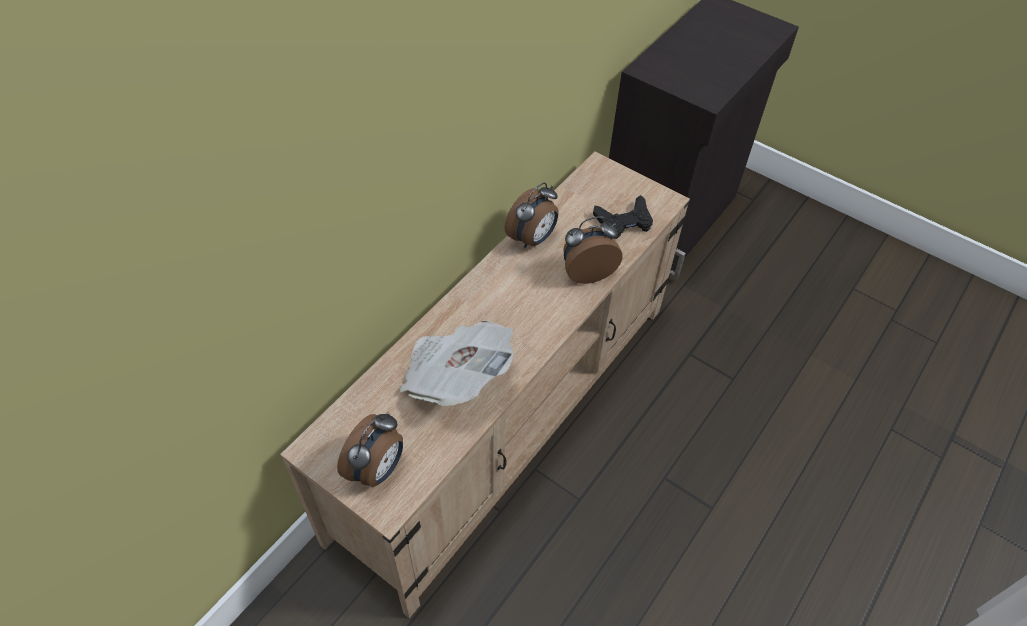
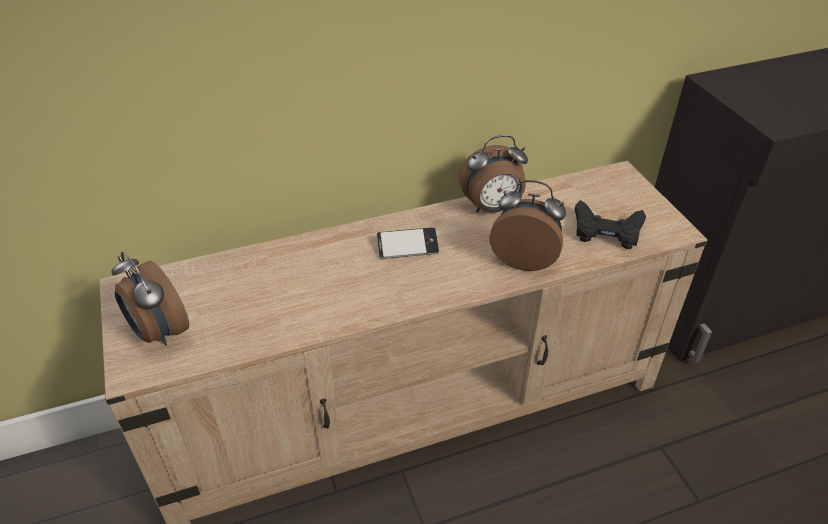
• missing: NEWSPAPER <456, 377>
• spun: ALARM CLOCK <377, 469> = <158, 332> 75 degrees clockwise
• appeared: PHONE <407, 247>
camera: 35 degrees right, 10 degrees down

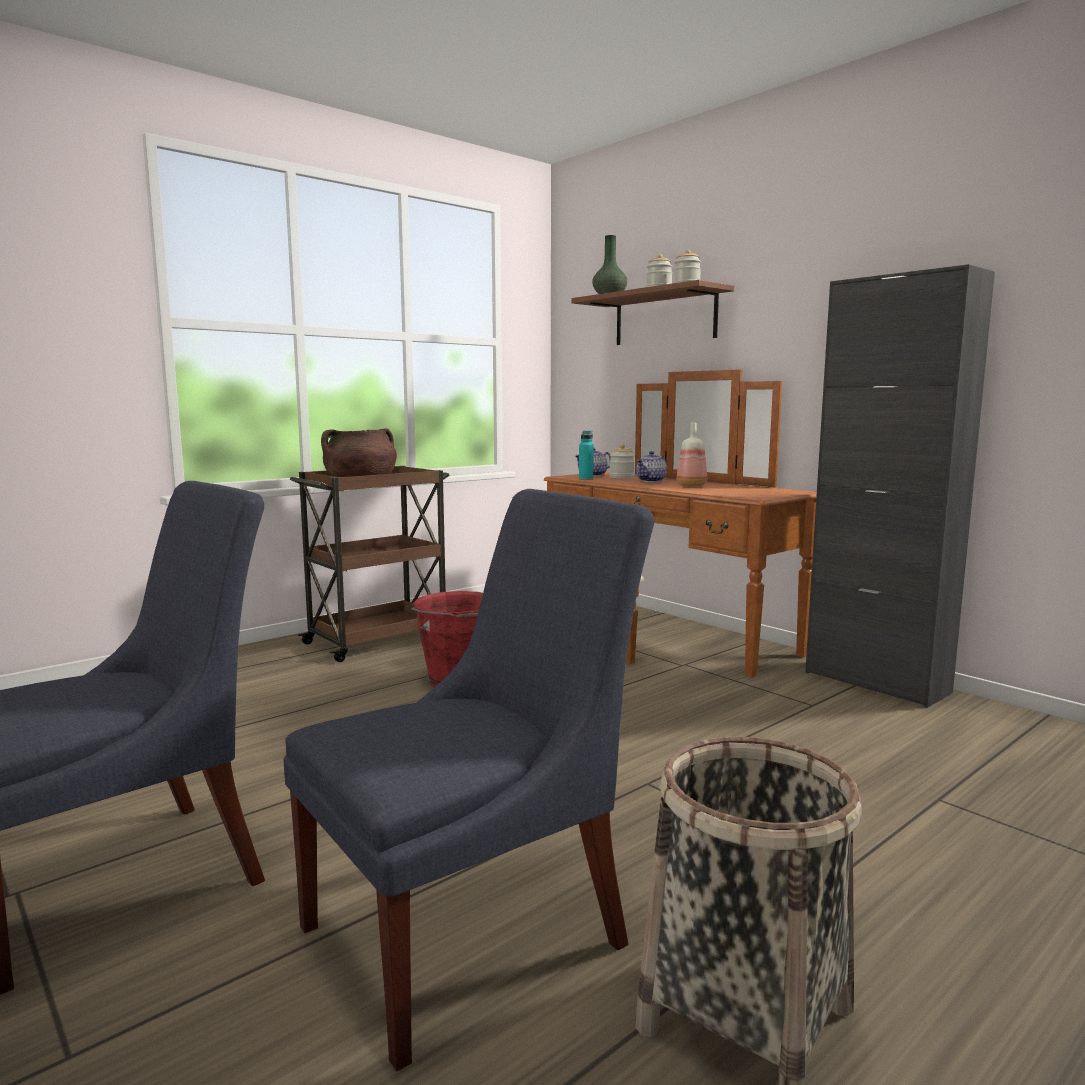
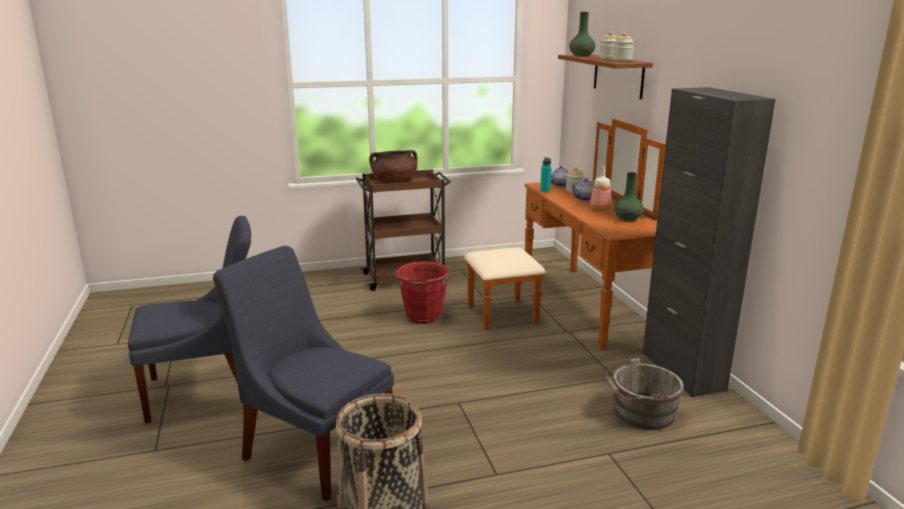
• spun: BLUE CHAIR <476, 930> = <314, 449> 135 degrees counterclockwise
• appeared: GREEN VASE <627, 218>
• appeared: GREY BUCKET <640, 413>
camera: 25 degrees right, 10 degrees up

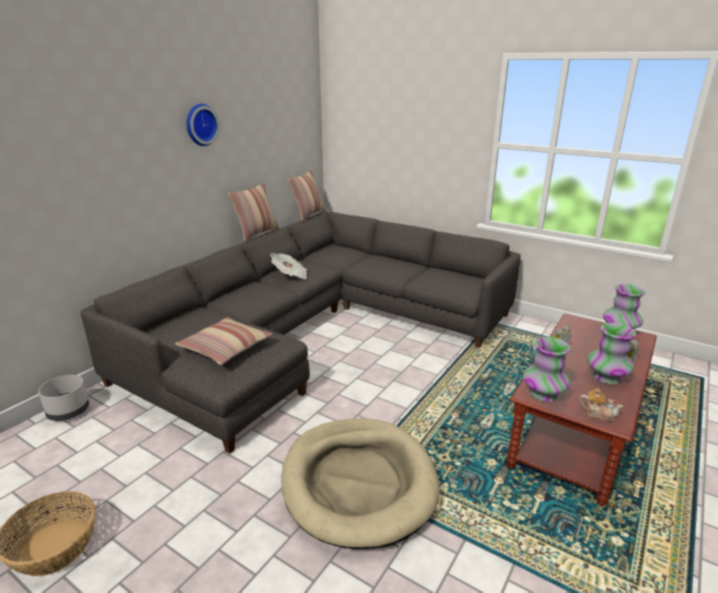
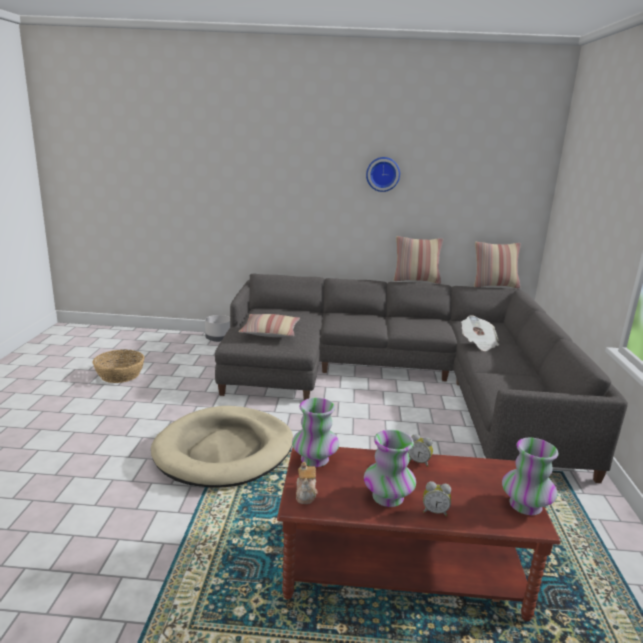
• relocated: NEWSPAPER <290, 275> to <478, 343>
camera: 60 degrees right, 5 degrees down

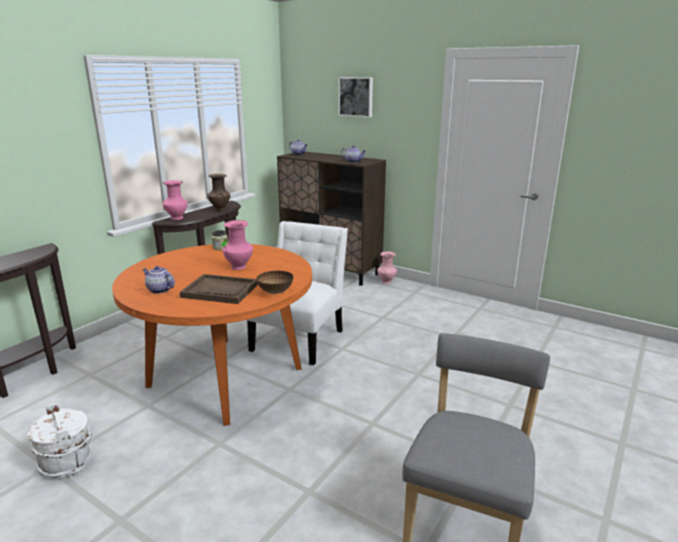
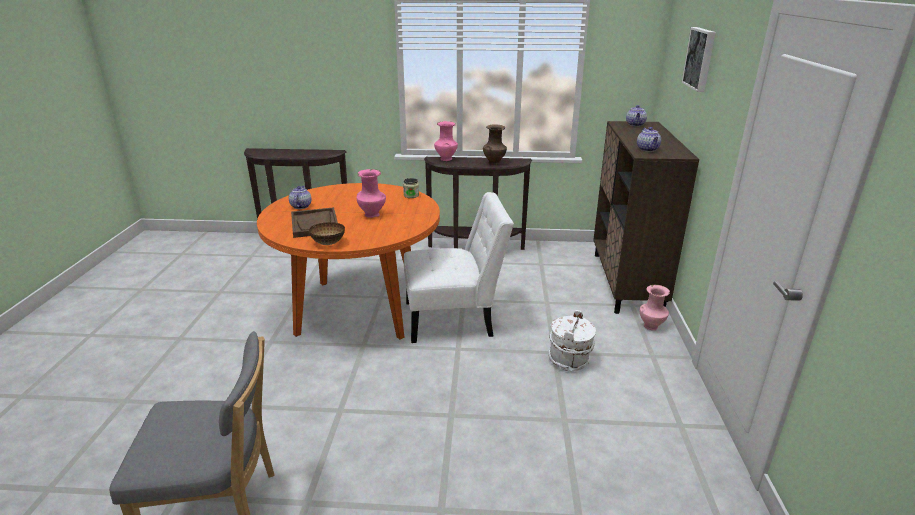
• relocated: WHITE BUCKET <67, 462> to <569, 360>
camera: 60 degrees right, 5 degrees up

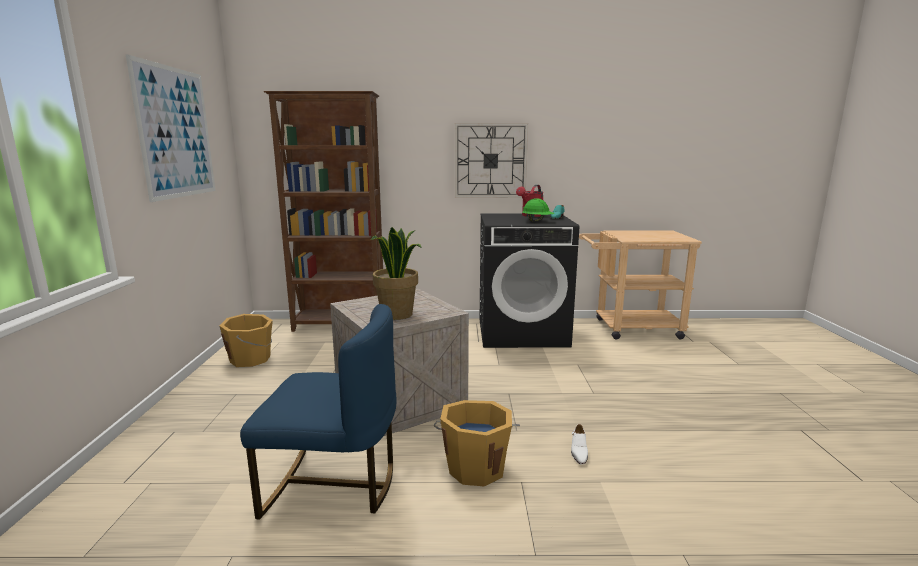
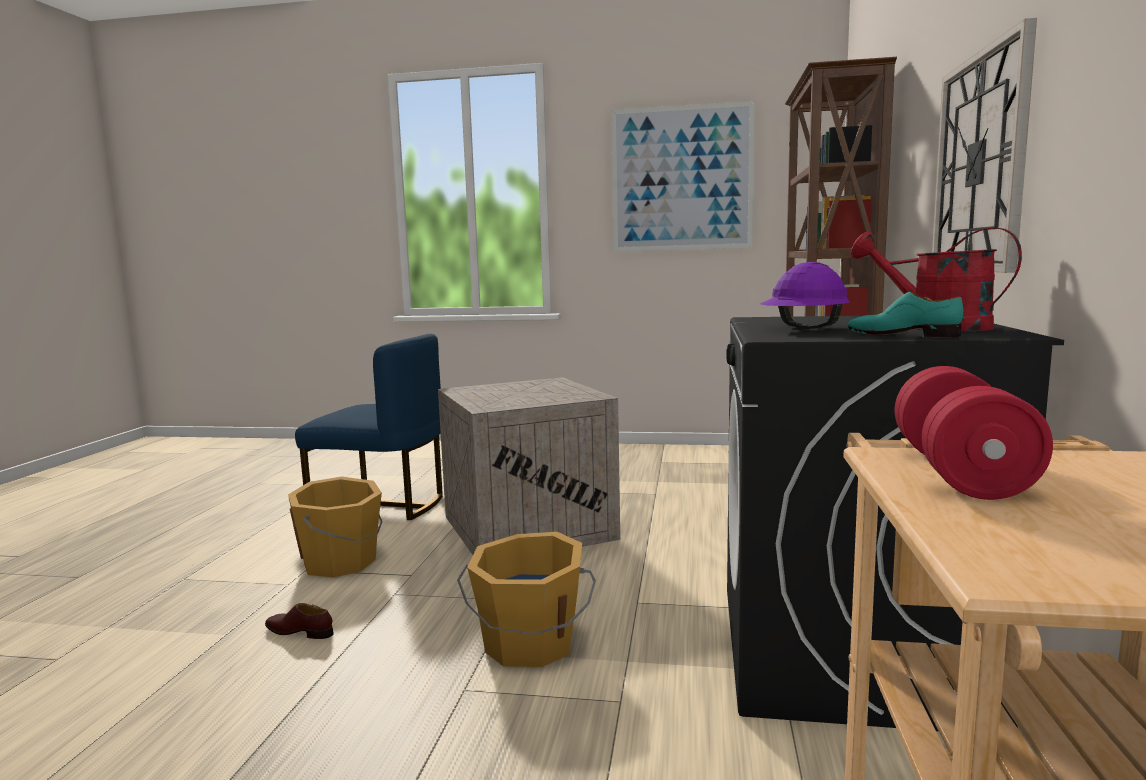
• colour: GREEN HARD HAT <537, 221> to PURPLE HARD HAT <804, 328>
• missing: POTTED PLANT <397, 315>
• spun: BLUE CHAIR <333, 484> = <381, 505> 90 degrees counterclockwise
• relocated: ORANGE BUCKET <251, 359> to <529, 645>
• colour: WHITE SHOE <578, 452> to BROWN SHOE <299, 631>
• appeared: RED DUMBBELL <960, 473>
camera: 100 degrees right, 5 degrees down

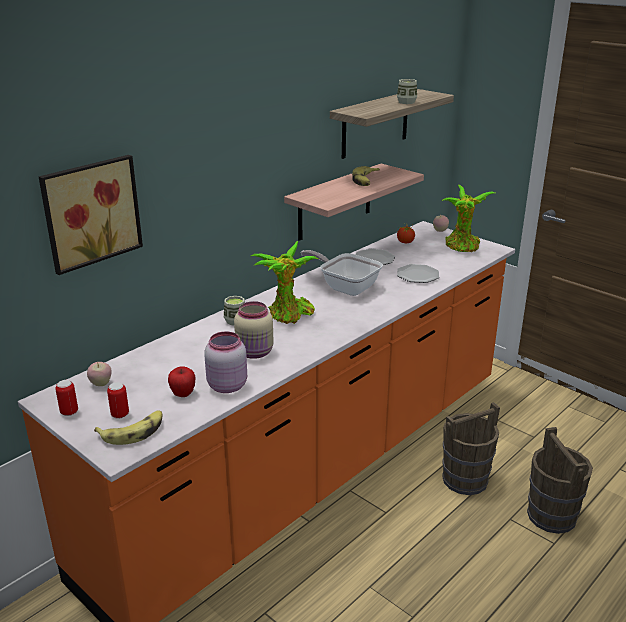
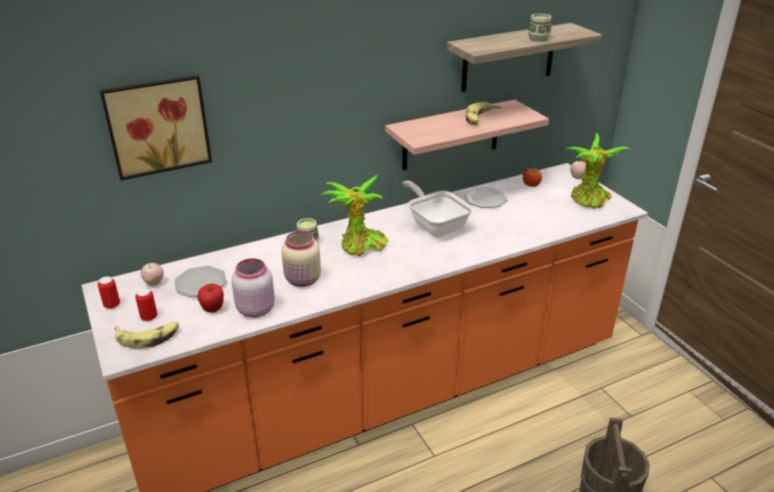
• relocated: PLATE <417, 275> to <200, 283>
• missing: BROWN BUCKET <465, 479>
camera: 20 degrees right, 5 degrees up

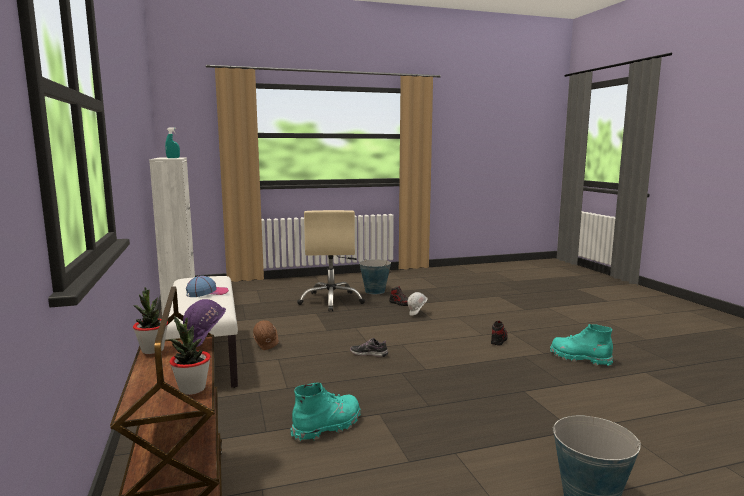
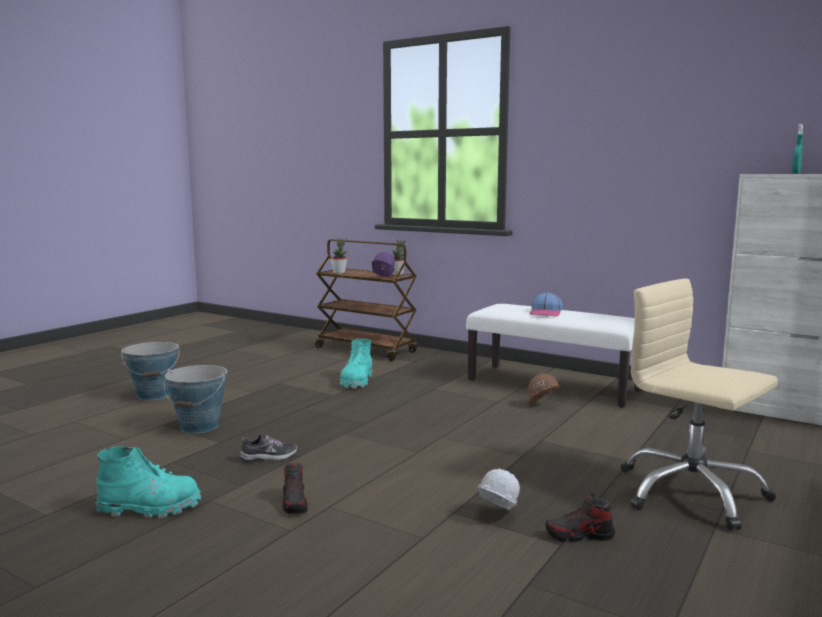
• relocated: BUCKET <375, 291> to <200, 426>
• relocated: SHOE <369, 354> to <269, 457>
camera: 140 degrees right, 0 degrees up

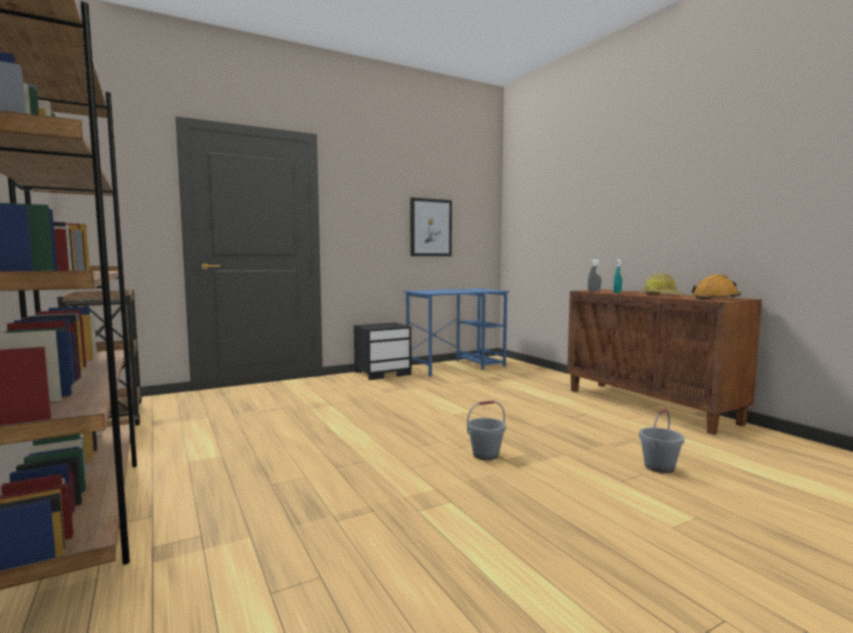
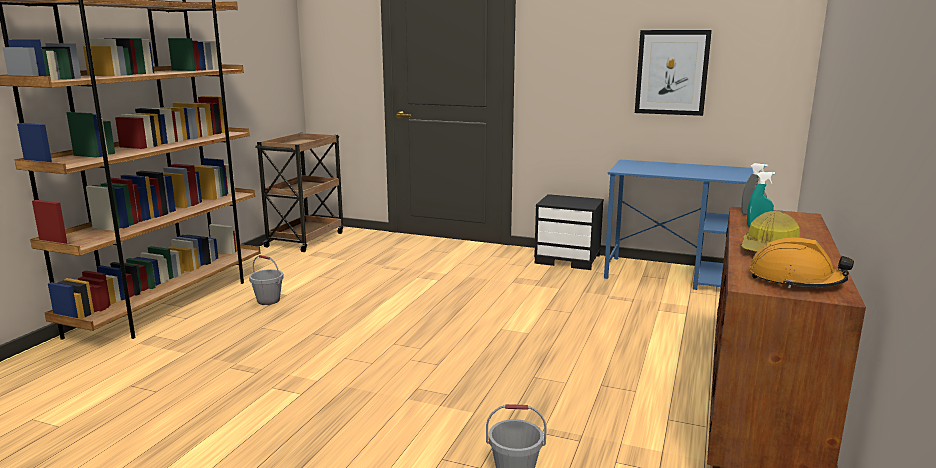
• relocated: GREY BUCKET <485, 455> to <268, 300>
camera: 50 degrees right, 10 degrees up

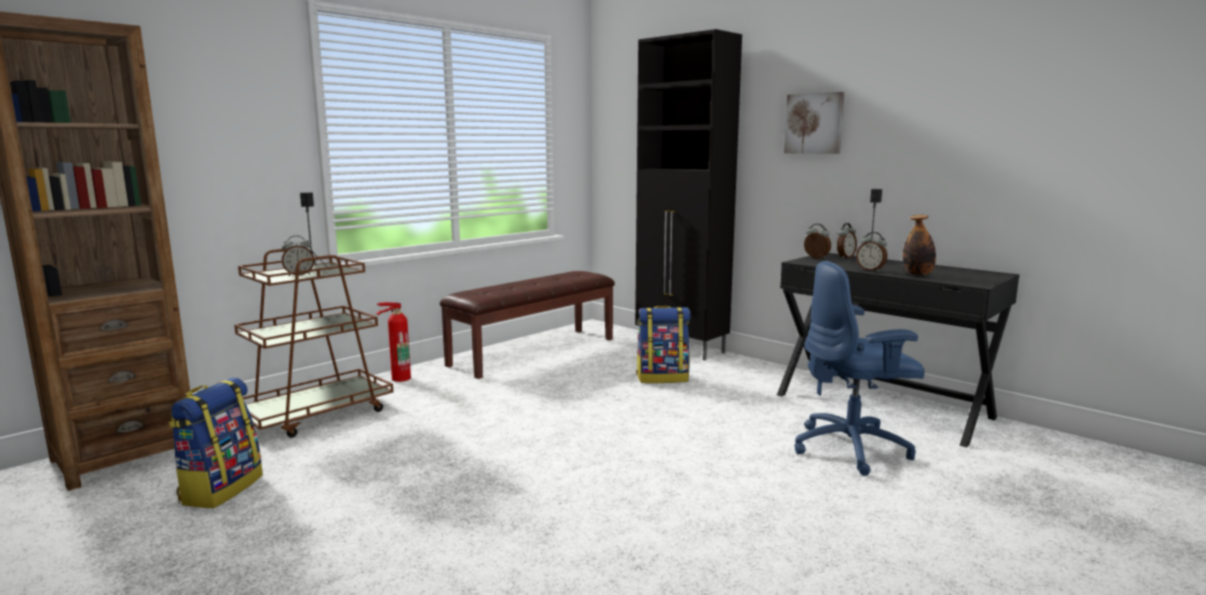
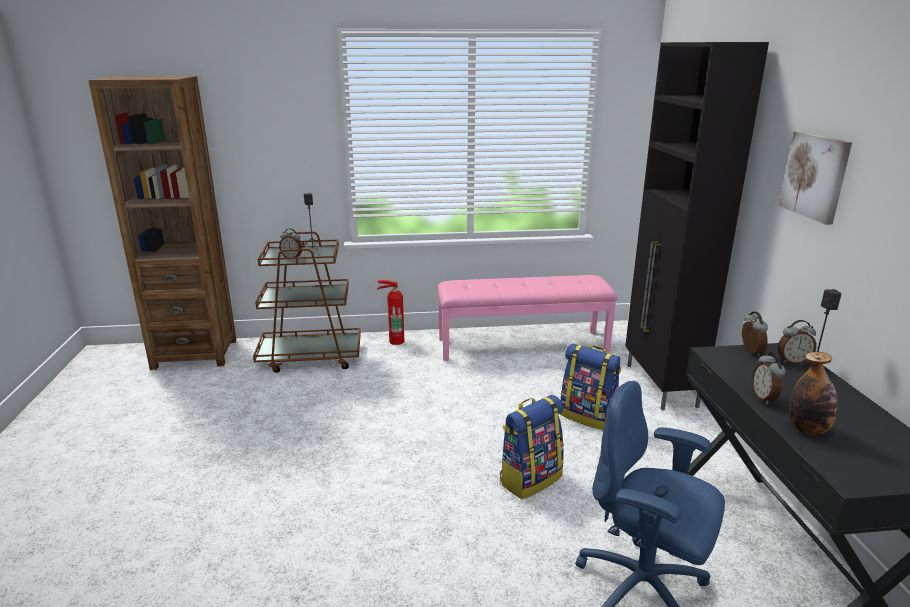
• colour: BROWN BENCH <533, 351> to PINK BENCH <522, 344>
• relocated: BACKPACK <221, 489> to <530, 479>
camera: 40 degrees right, 10 degrees up

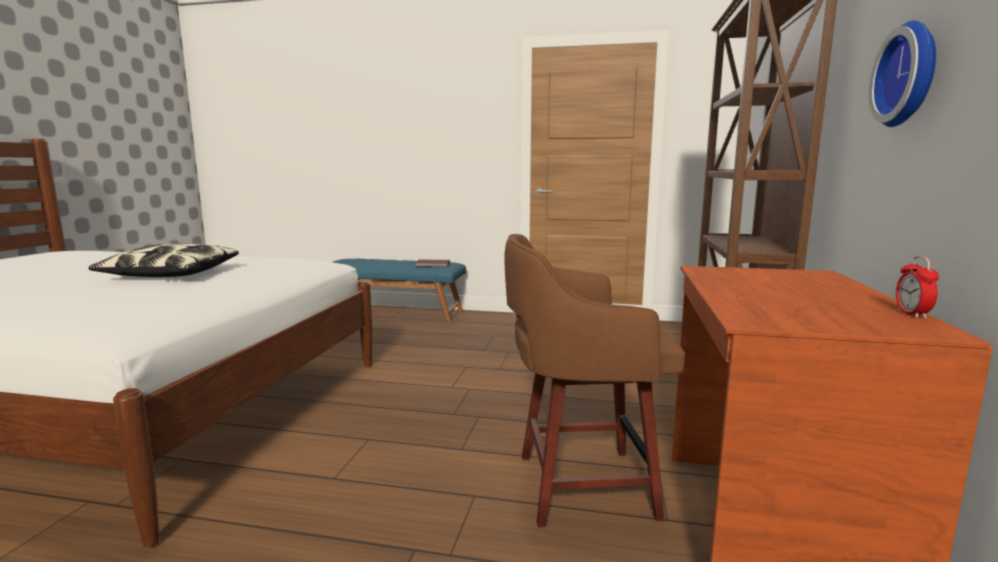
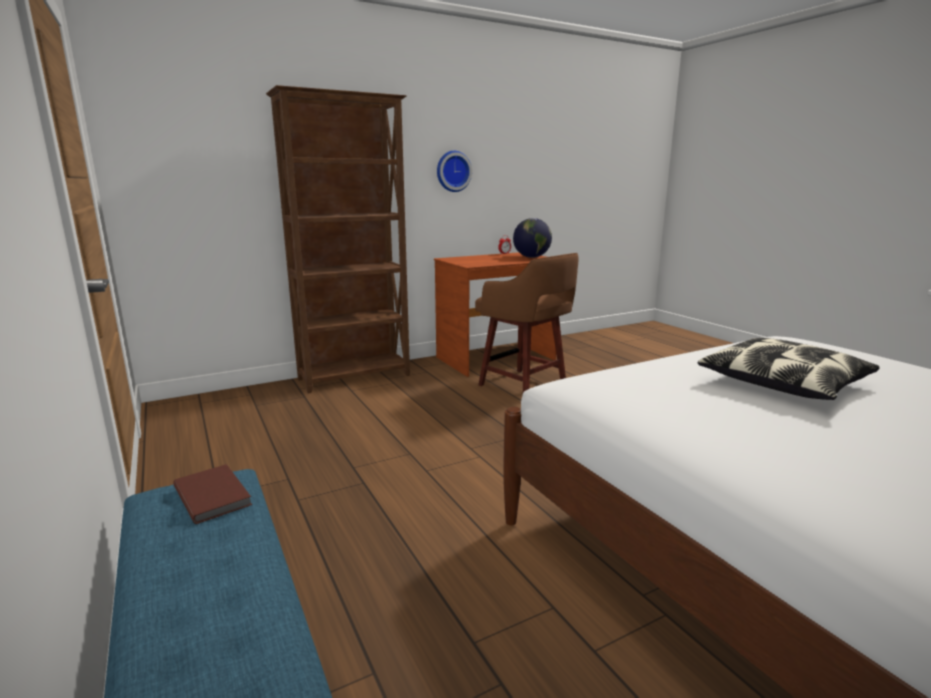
• appeared: GLOBE <531, 257>
camera: 130 degrees left, 5 degrees up

